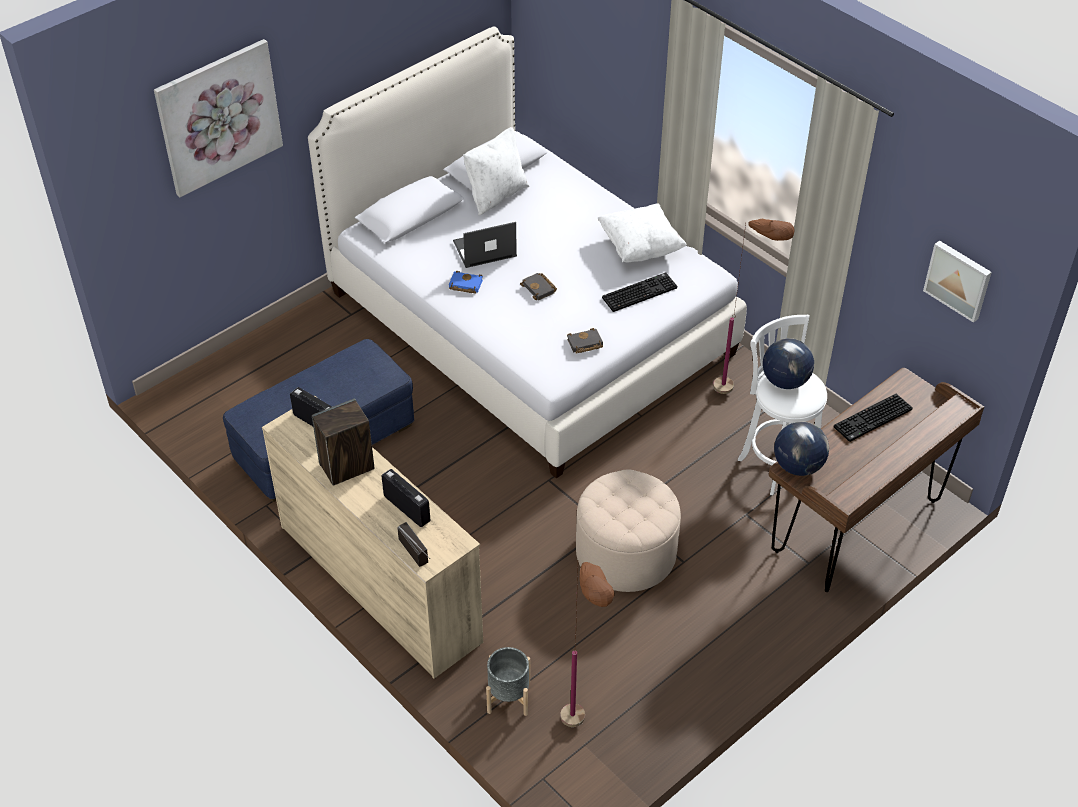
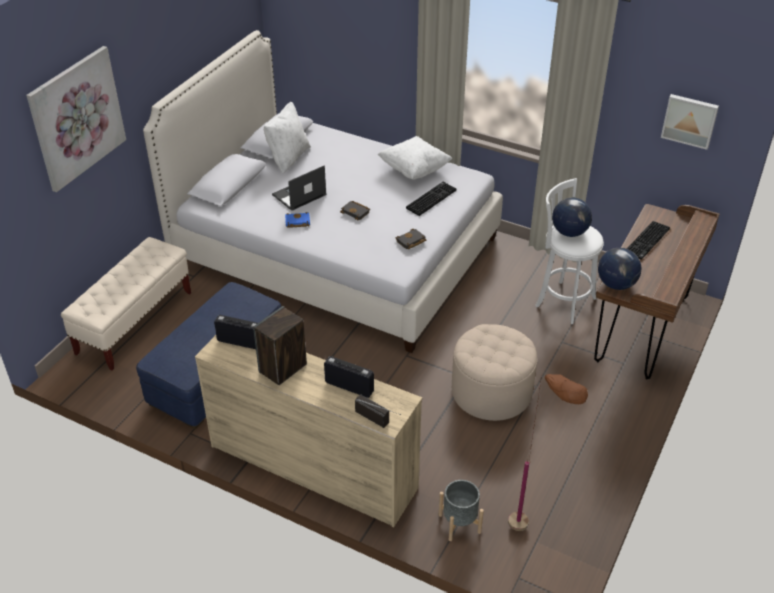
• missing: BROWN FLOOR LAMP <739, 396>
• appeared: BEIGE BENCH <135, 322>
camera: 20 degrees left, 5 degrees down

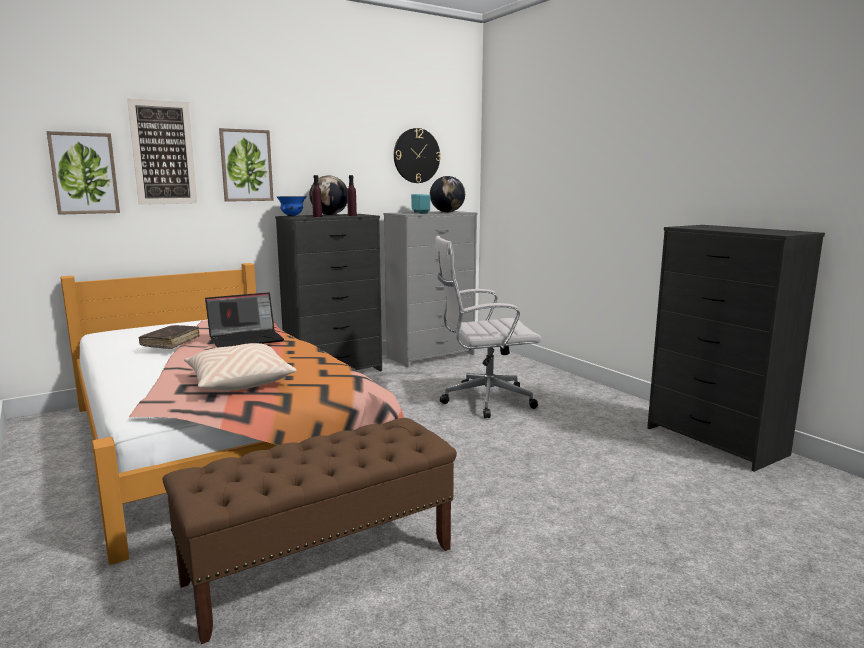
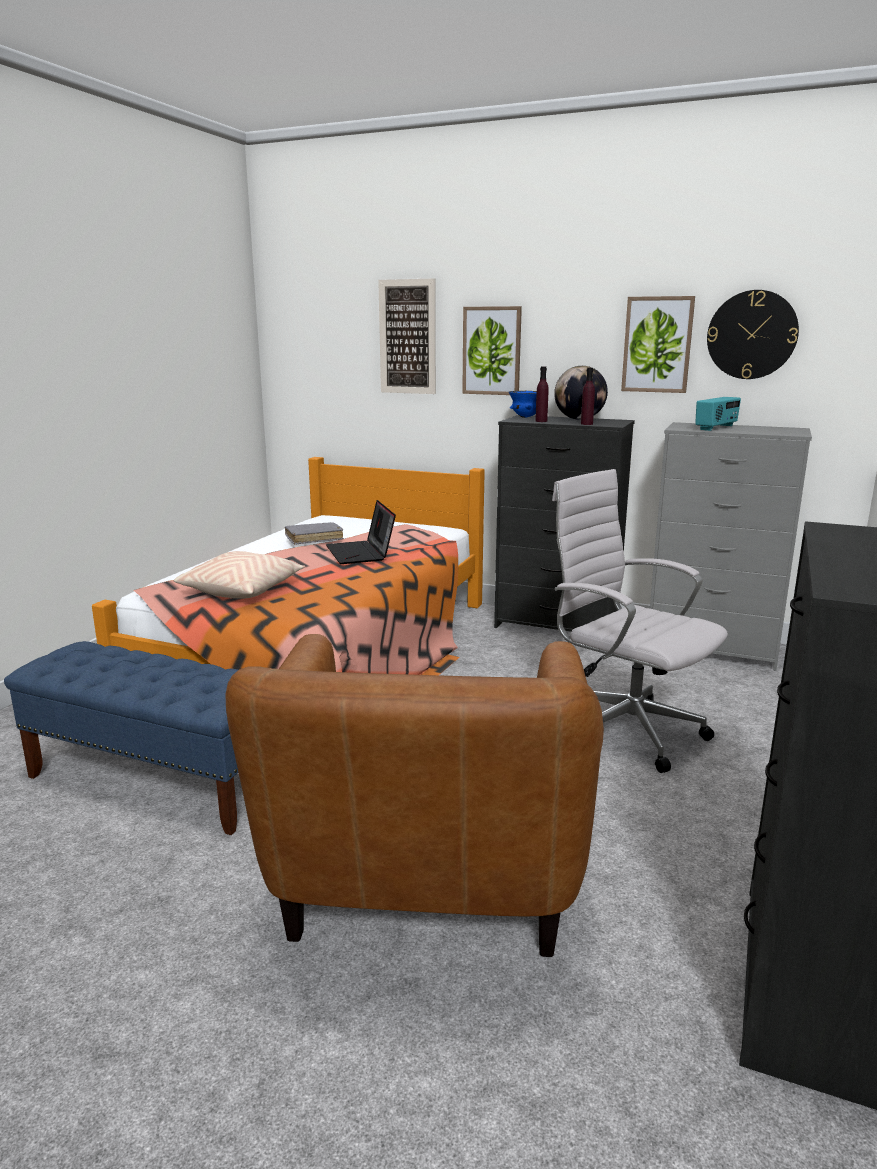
• relocated: PICTURE <84, 173> to <657, 344>
• missing: GLOBE <447, 212>
• spun: LAPTOP <247, 339> = <361, 553> 45 degrees clockwise
• colour: BROWN BOOK <171, 342> to GREY BOOK <314, 539>
• colour: BROWN BENCH <321, 565> to BLUE BENCH <158, 780>
• appeared: BROWN ARMCHAIR <425, 888>
camera: 55 degrees right, 5 degrees up

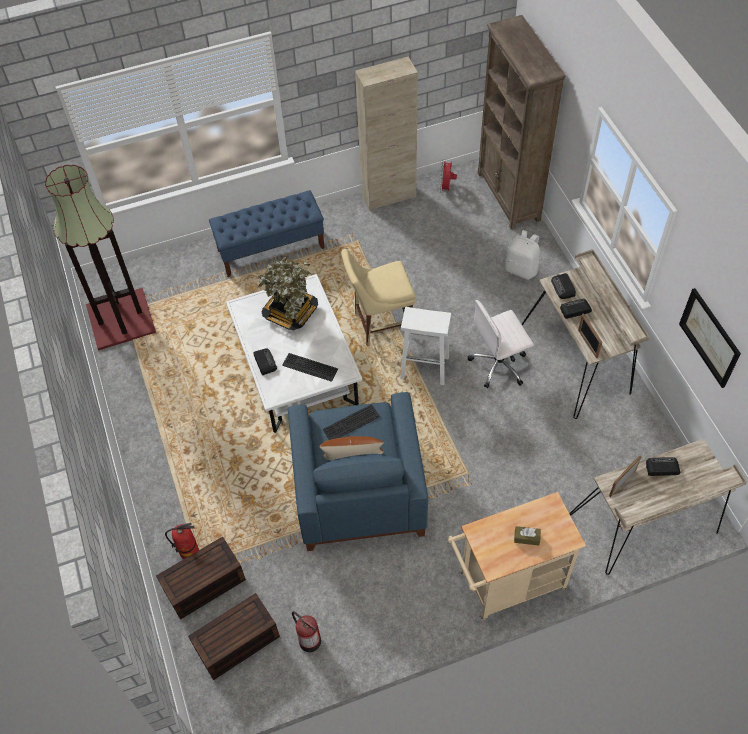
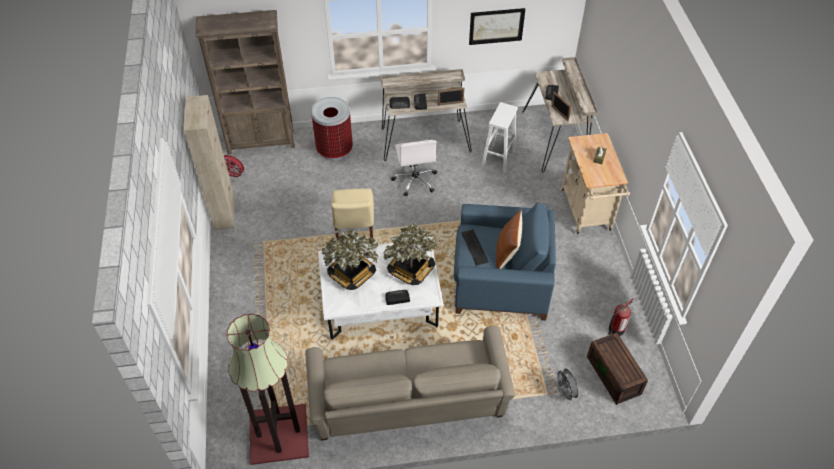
• missing: BLUE BENCH <271, 249>
• exchanged: WHITE BACKPACK <521, 269> to TRASH CAN <334, 150>
• relocated: WHITE STOOL <425, 367> to <498, 157>
• exchanged: KEYBOARD <309, 368> to POTTED PLANT <411, 270>
• missing: FIRE EXTINGUISHER <189, 551>
• exchanged: BROWN STORAGE BOX <204, 586> to GREY FAN <565, 392>
• appeared: BEIGE SOFA <409, 404>
camera: 80 degrees left, 5 degrees down

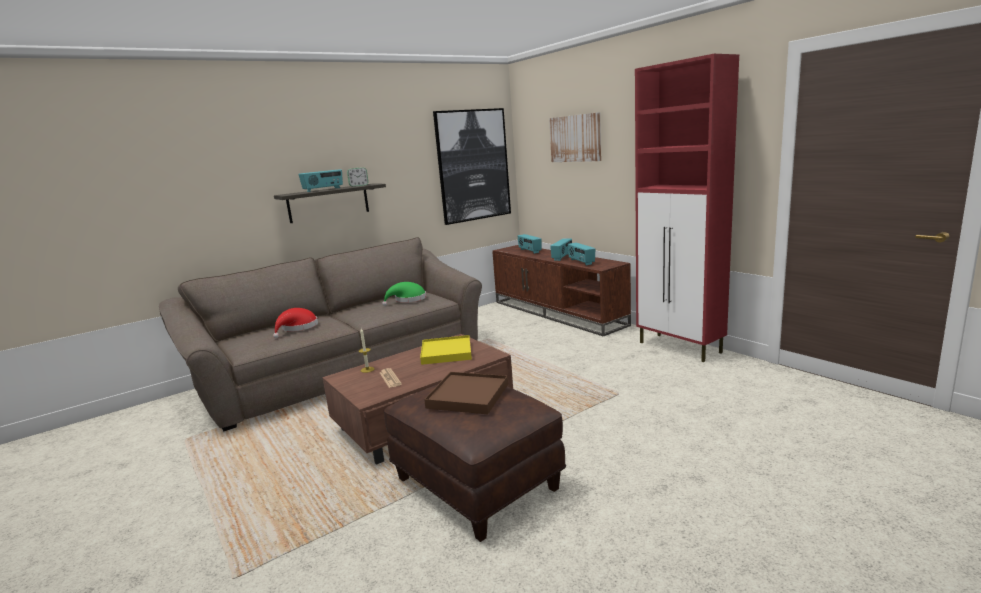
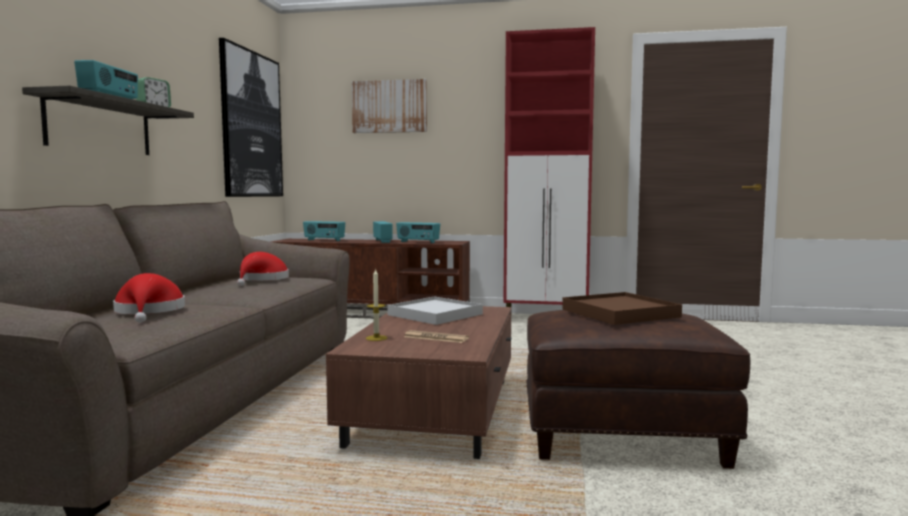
• colour: GREEN HAT <408, 300> to RED HAT <262, 280>
• colour: YELLOW TRAY <446, 352> to WHITE TRAY <435, 314>
camera: 45 degrees left, 10 degrees down

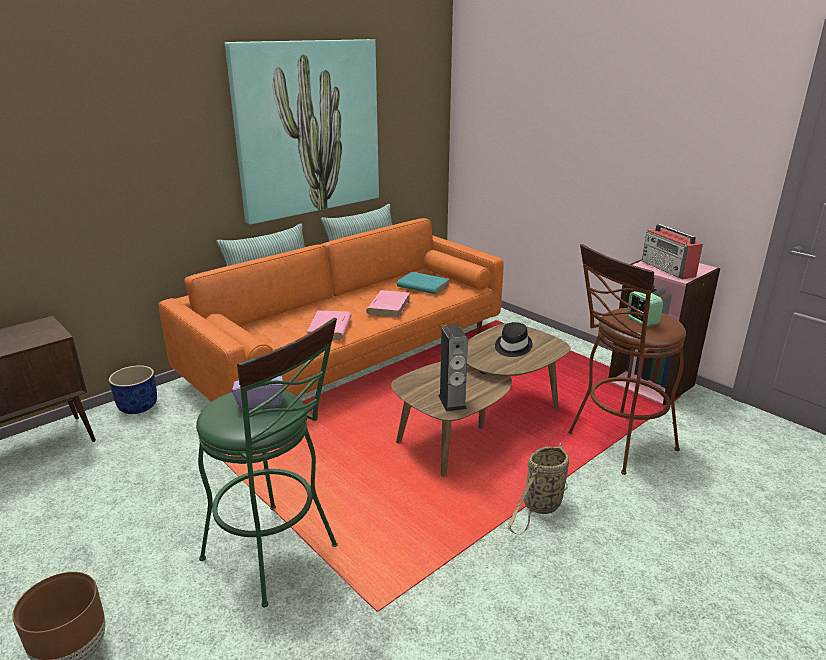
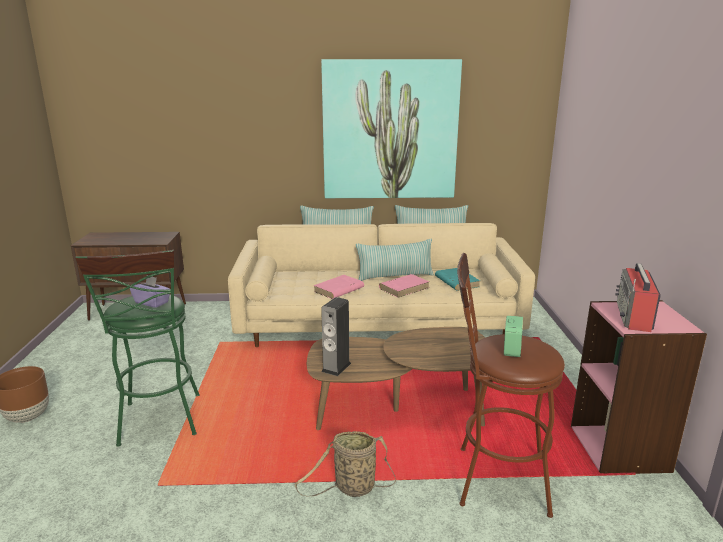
• colour: ORANGE SOFA <349, 356> to BEIGE SOFA <378, 323>
• missing: BLACK HAT <512, 347>
• missing: BLUE PLANTER <138, 406>
• appeared: PILLOW <395, 276>
camera: 40 degrees right, 5 degrees down

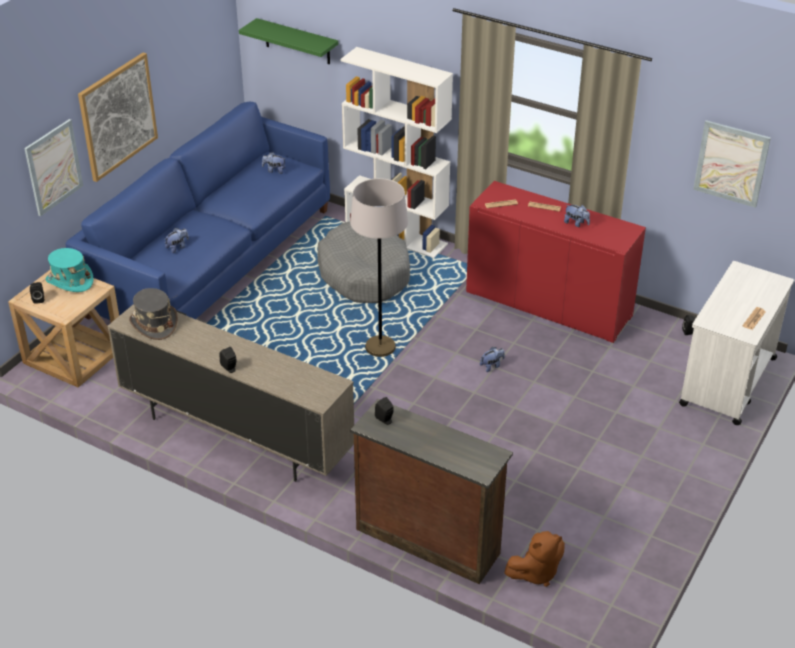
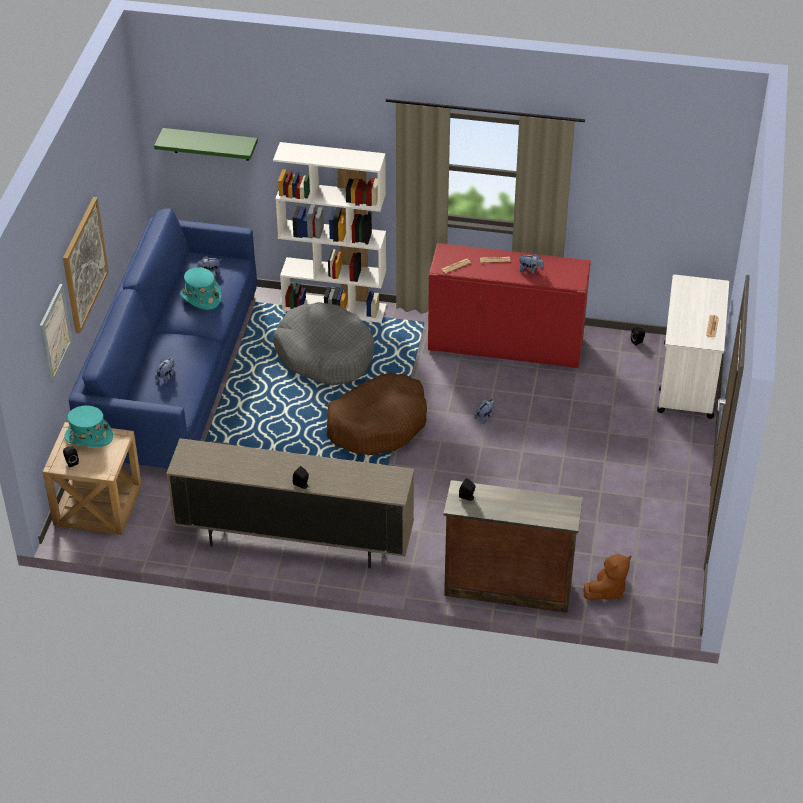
• missing: PICTURE <731, 163>
• exchanged: GREY FLOOR LAMP <380, 347> to BROWN DOG BED <378, 424>
• missing: GREY HAT <154, 324>
• appeared: TURQUOISE HAT <201, 297>
camera: 20 degrees left, 5 degrees up

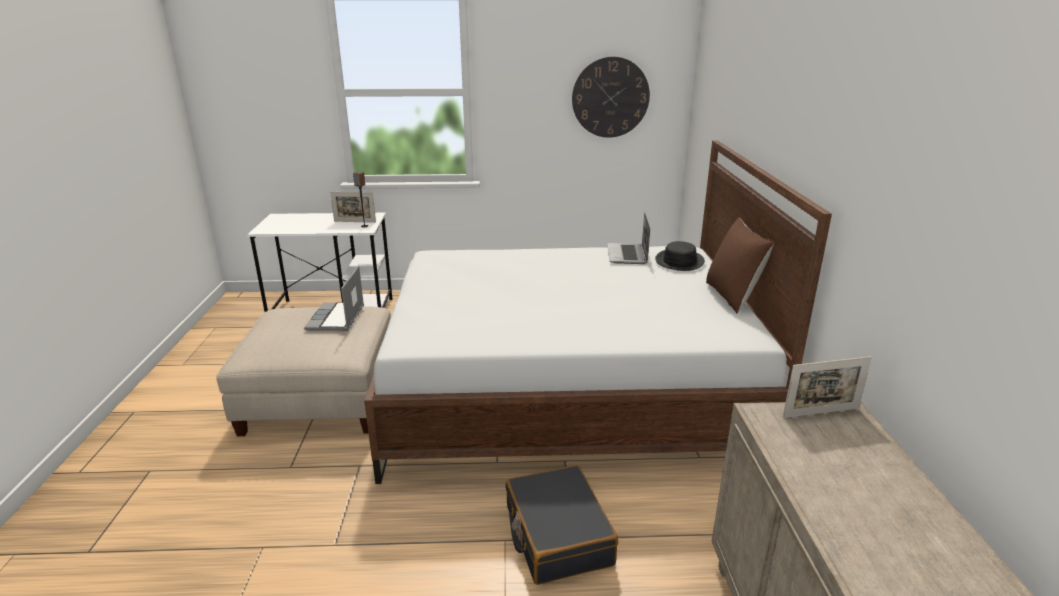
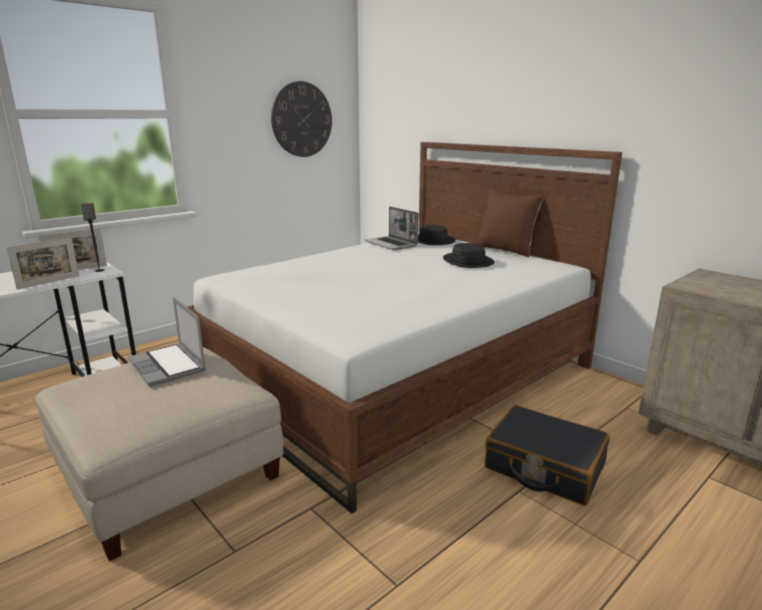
• relocated: PICTURE FRAME <820, 413> to <49, 282>
• appeared: BLACK HAT <467, 261>
camera: 40 degrees left, 5 degrees down

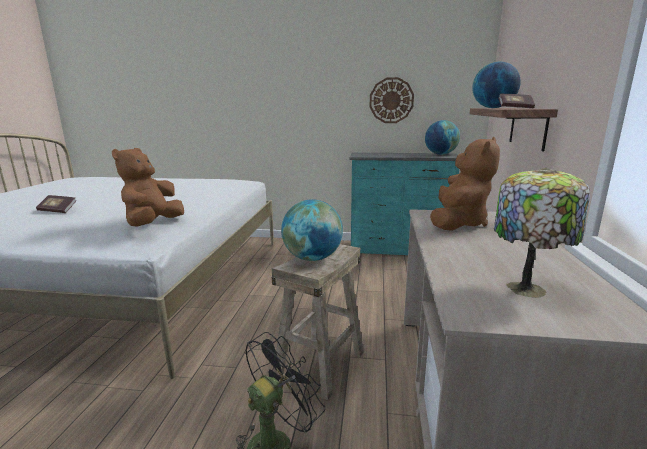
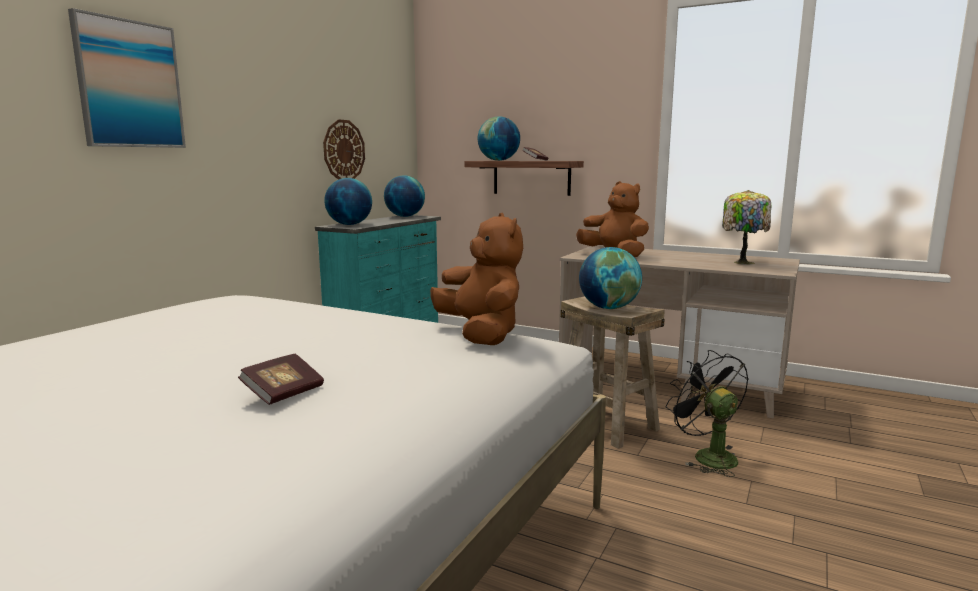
• spun: BROWN PLUSH TOY <153, 224> = <481, 334> 150 degrees counterclockwise
• appeared: PICTURE <129, 84>
• appeared: GLOBE <349, 224>
camera: 70 degrees left, 5 degrees down

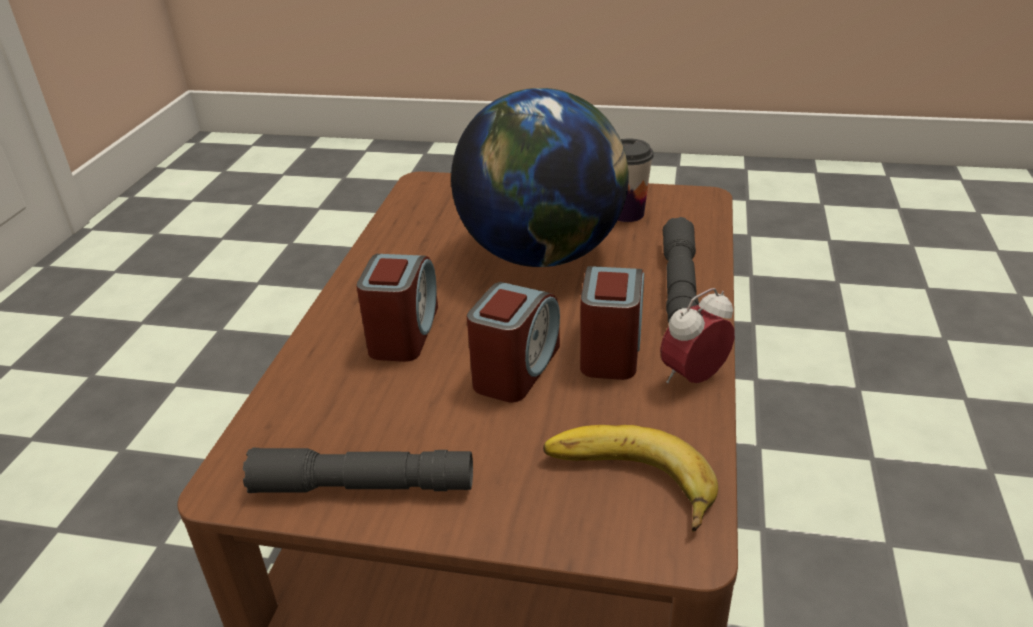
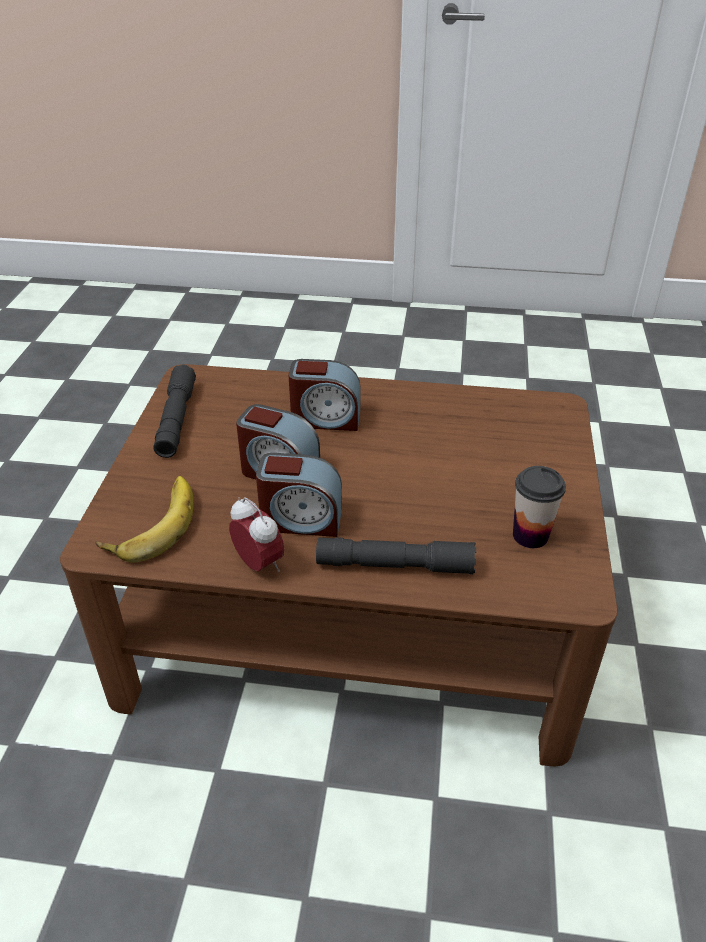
• missing: GLOBE <542, 254>
camera: 85 degrees right, 5 degrees up

